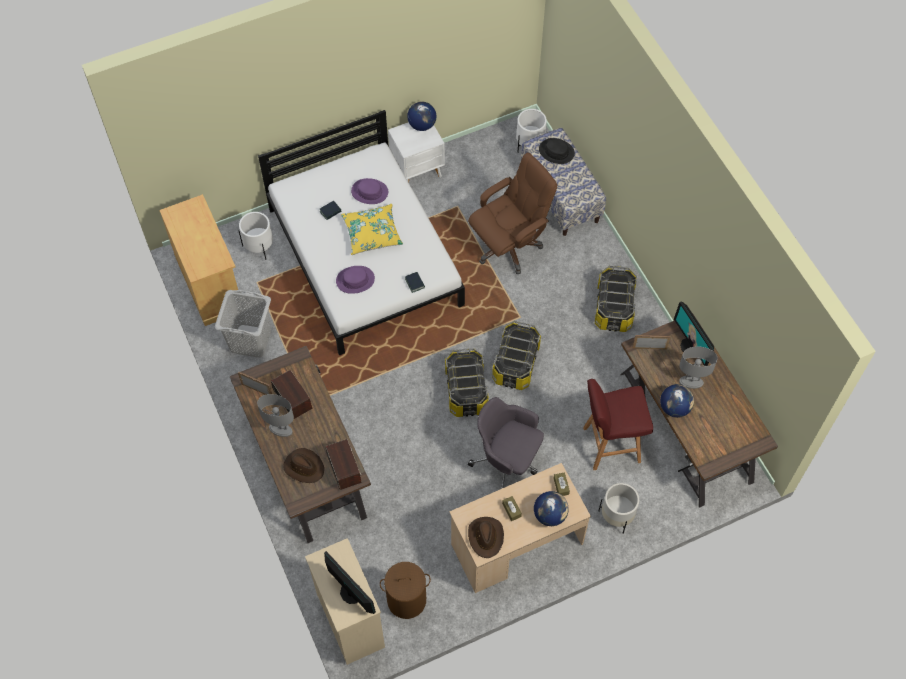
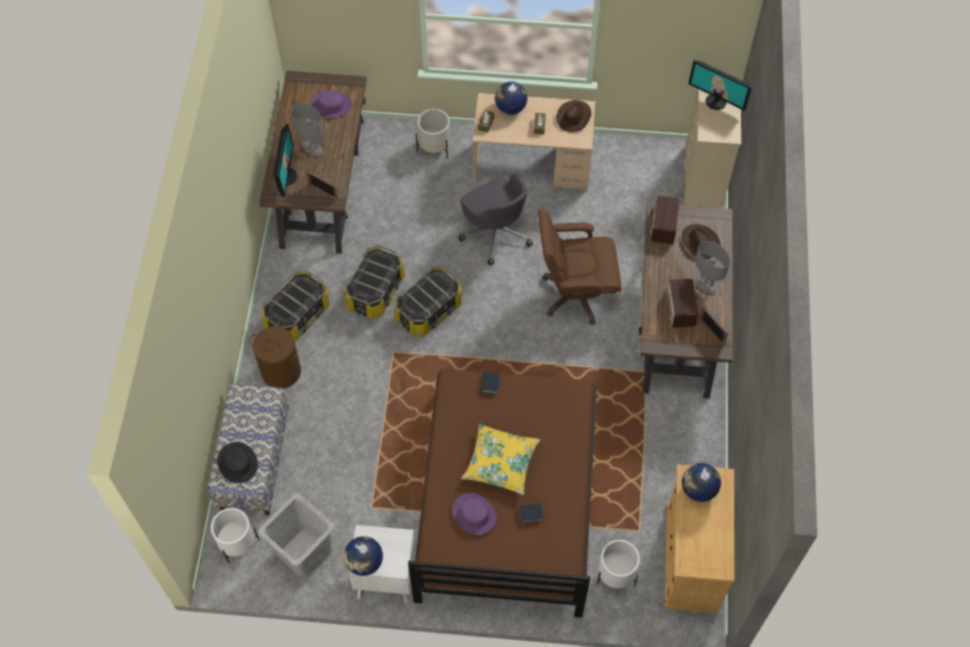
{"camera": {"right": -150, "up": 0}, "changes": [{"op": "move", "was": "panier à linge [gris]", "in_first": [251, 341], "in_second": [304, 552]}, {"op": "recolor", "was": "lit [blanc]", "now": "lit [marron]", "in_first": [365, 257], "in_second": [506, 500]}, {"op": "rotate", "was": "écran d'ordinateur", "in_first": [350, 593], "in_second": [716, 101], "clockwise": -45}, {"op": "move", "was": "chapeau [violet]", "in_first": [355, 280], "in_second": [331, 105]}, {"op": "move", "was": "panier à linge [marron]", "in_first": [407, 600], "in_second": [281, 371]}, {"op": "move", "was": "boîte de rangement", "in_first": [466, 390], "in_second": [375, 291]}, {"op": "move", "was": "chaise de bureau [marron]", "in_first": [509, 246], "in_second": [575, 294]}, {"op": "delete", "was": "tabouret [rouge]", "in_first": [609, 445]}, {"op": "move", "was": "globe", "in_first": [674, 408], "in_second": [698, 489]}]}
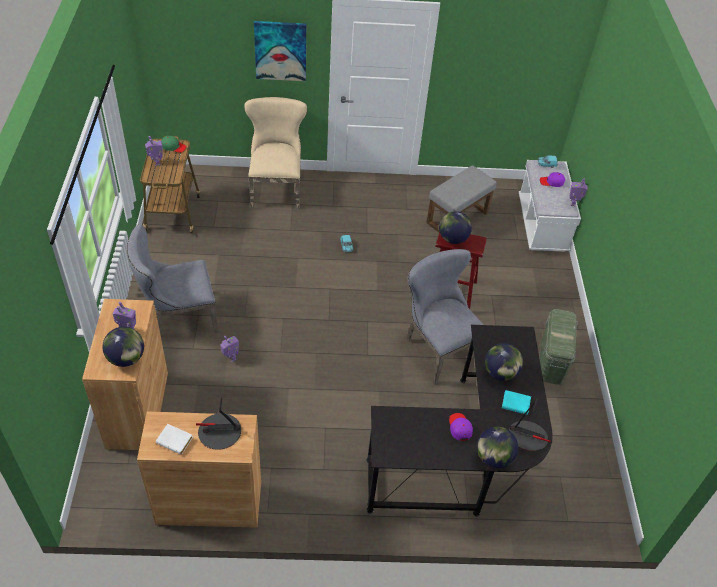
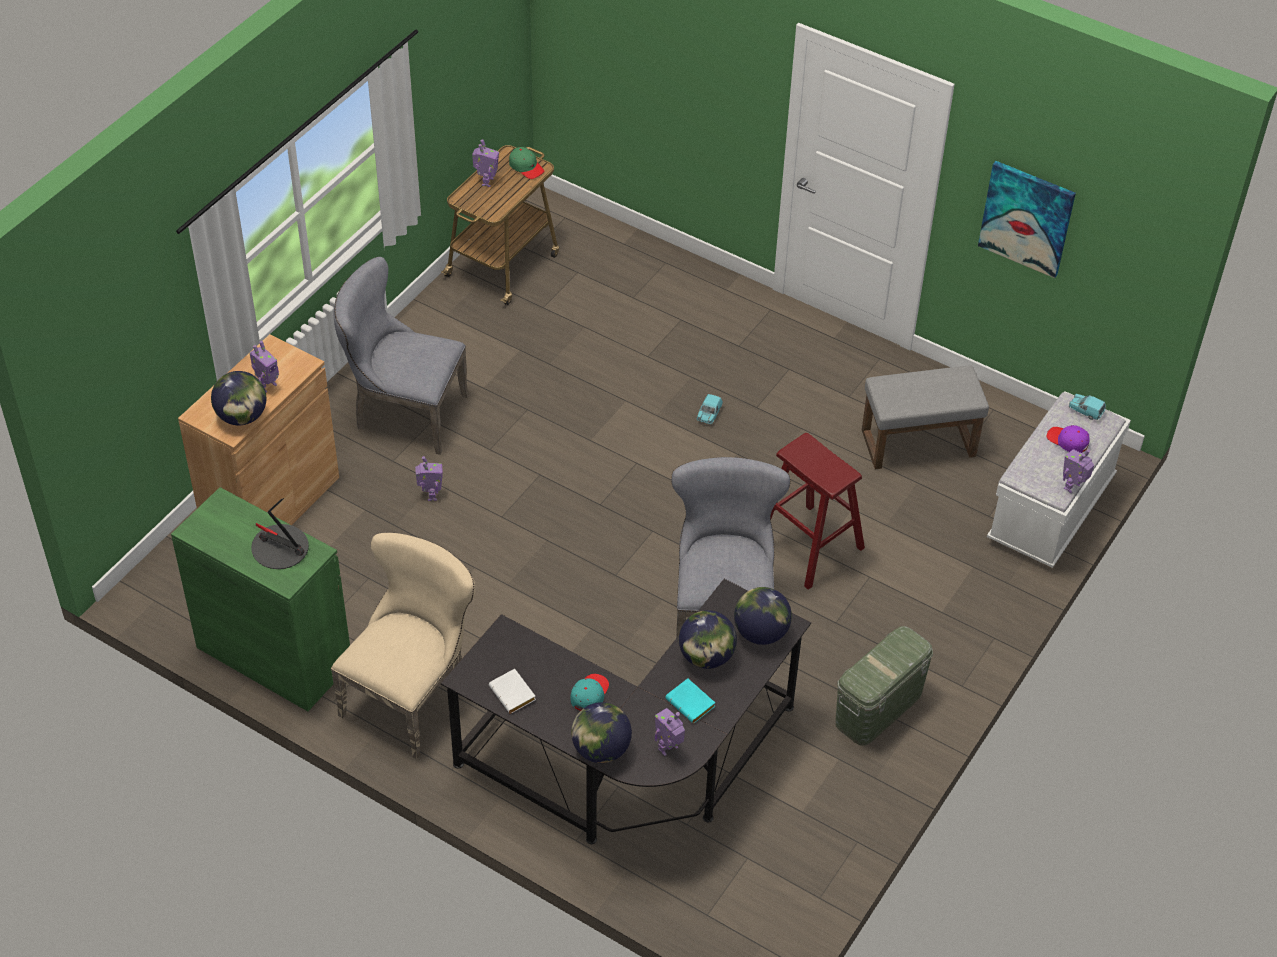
{"camera": {"right": 35, "up": 0}, "changes": [{"op": "recolor", "was": "meuble de rangement [marron]", "now": "meuble de rangement [vert]", "in_first": [209, 503], "in_second": [274, 655]}, {"op": "move", "was": "livre [blanc]", "in_first": [176, 440], "in_second": [514, 694]}, {"op": "move", "was": "chaise [beige]", "in_first": [276, 188], "in_second": [412, 695]}, {"op": "move", "was": "tableau", "in_first": [280, 50], "in_second": [1026, 218]}, {"op": "move", "was": "globe", "in_first": [452, 239], "in_second": [761, 632]}, {"op": "recolor", "was": "casquette [violet]", "now": "casquette [turquoise]", "in_first": [459, 428], "in_second": [589, 694]}, {"op": "replace", "was": "lampe de table", "now": "robot jouet", "in_first": [527, 437], "in_second": [669, 749]}]}
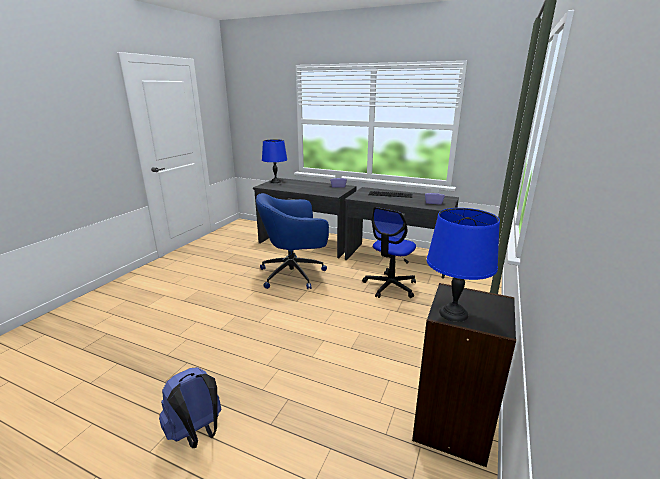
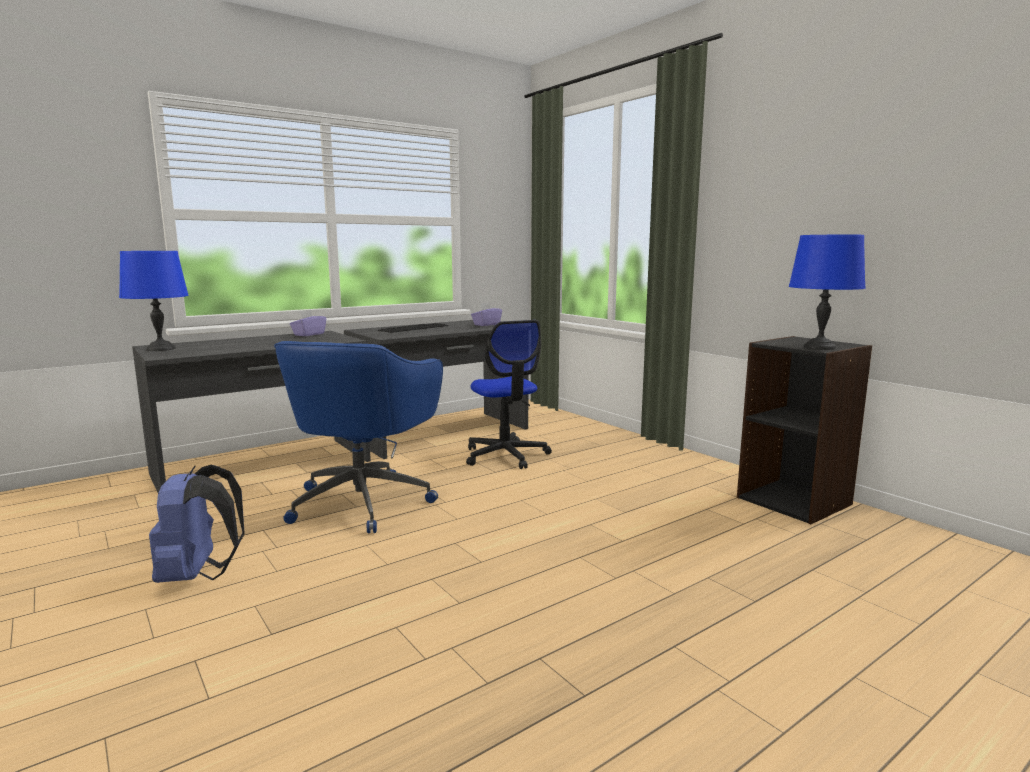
{"camera": {"right": -60, "up": -10}, "changes": [{"op": "move", "was": "sac à dos [bleu]", "in_first": [197, 433], "in_second": [199, 575]}]}
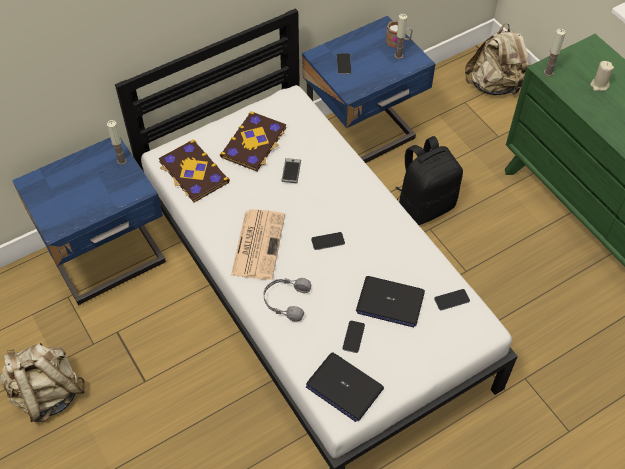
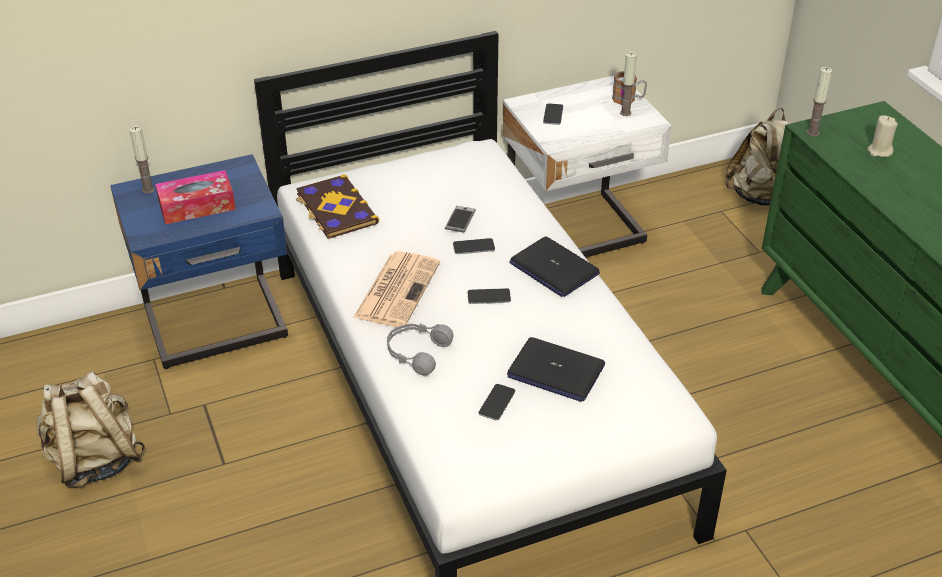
{"camera": {"right": 10, "up": -15}, "changes": [{"op": "move", "was": "bougie", "in_first": [121, 161], "in_second": [148, 189]}, {"op": "delete", "was": "livre", "in_first": [254, 143]}, {"op": "recolor", "was": "table de chevet [bleu]", "now": "table de chevet [blanc]", "in_first": [363, 137], "in_second": [578, 233]}, {"op": "move", "was": "ordinateur portable", "in_first": [344, 387], "in_second": [553, 268]}, {"op": "delete", "was": "sac à dos [noir]", "in_first": [425, 205]}, {"op": "move", "was": "téléphone", "in_first": [451, 300], "in_second": [473, 247]}, {"op": "insert", "now": "boîte à mouchoirs", "in_second": [197, 206]}]}
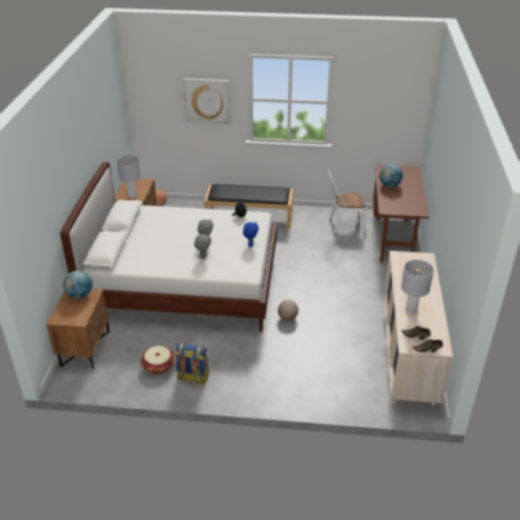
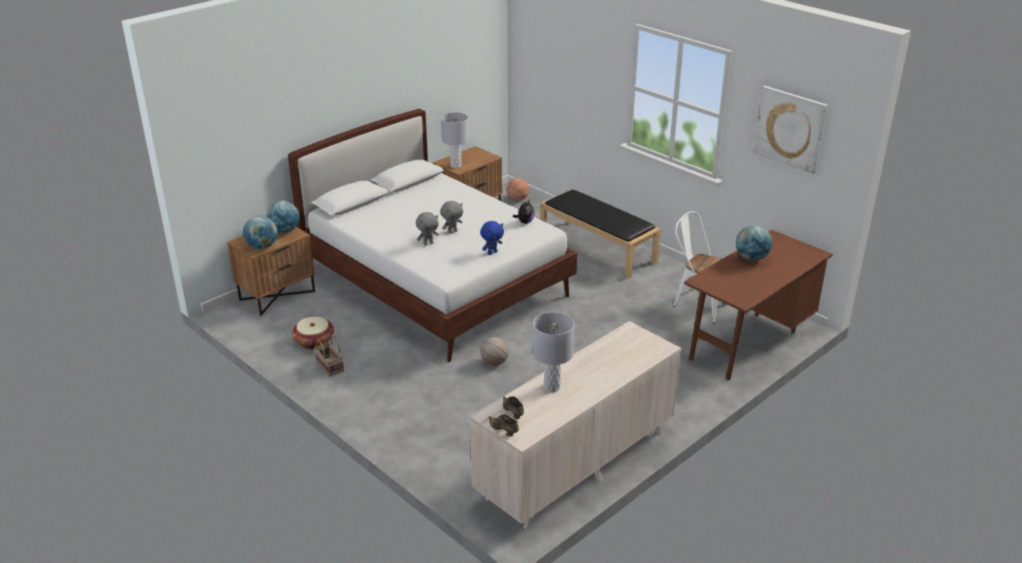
{"camera": {"right": 40, "up": -5}, "changes": [{"op": "replace", "was": "sac à dos", "now": "panier", "in_first": [192, 377], "in_second": [329, 366]}, {"op": "move", "was": "tableau", "in_first": [207, 101], "in_second": [790, 128]}, {"op": "insert", "now": "globe", "in_second": [262, 247]}]}
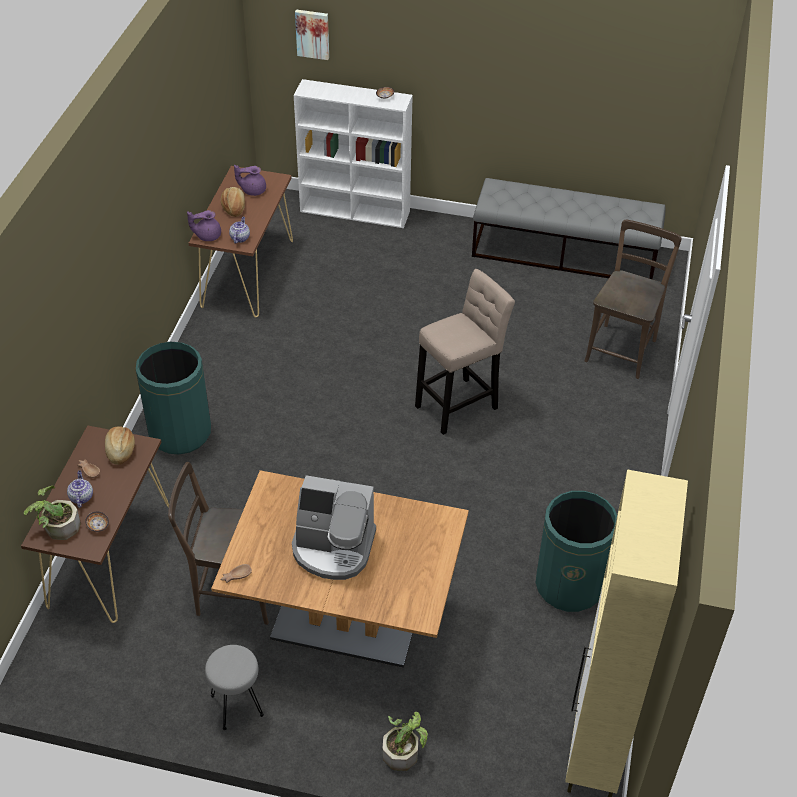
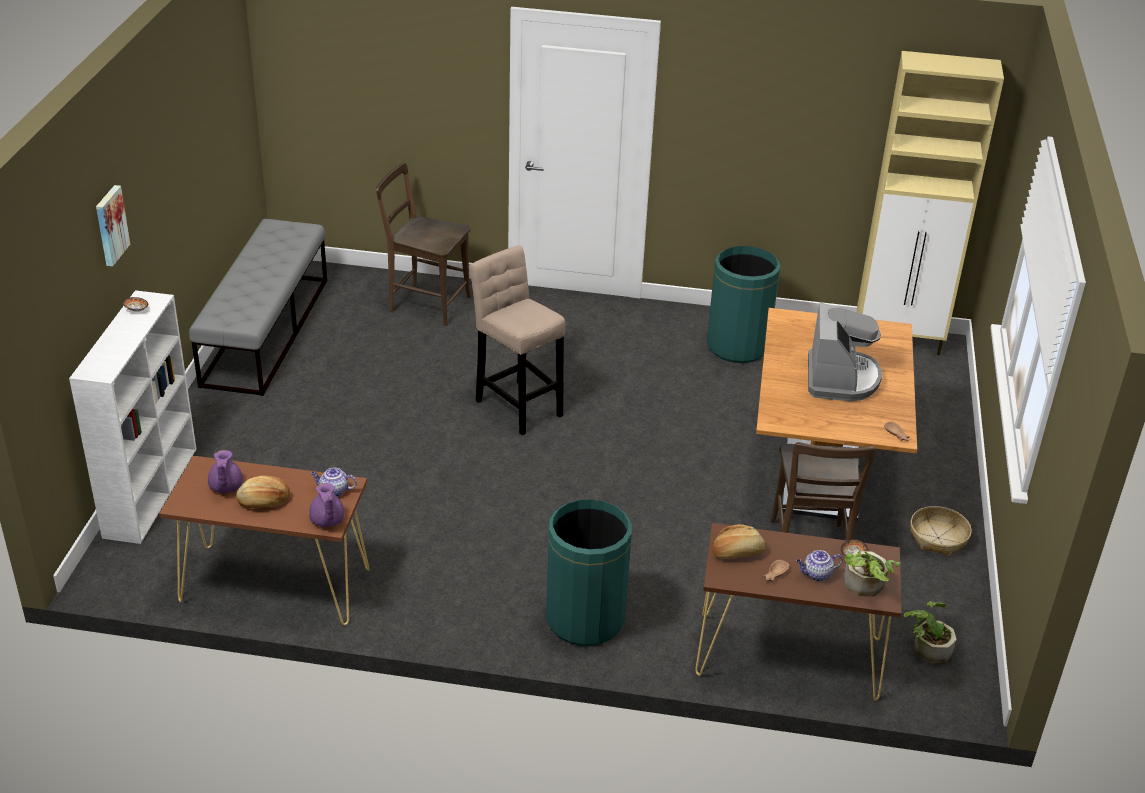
{"camera": {"right": -95, "up": -10}, "changes": [{"op": "replace", "was": "tabouret [gris]", "now": "panier", "in_first": [237, 704], "in_second": [938, 538]}, {"op": "move", "was": "tableau", "in_first": [313, 33], "in_second": [110, 225]}, {"op": "move", "was": "plante en pot", "in_first": [404, 750], "in_second": [927, 647]}]}
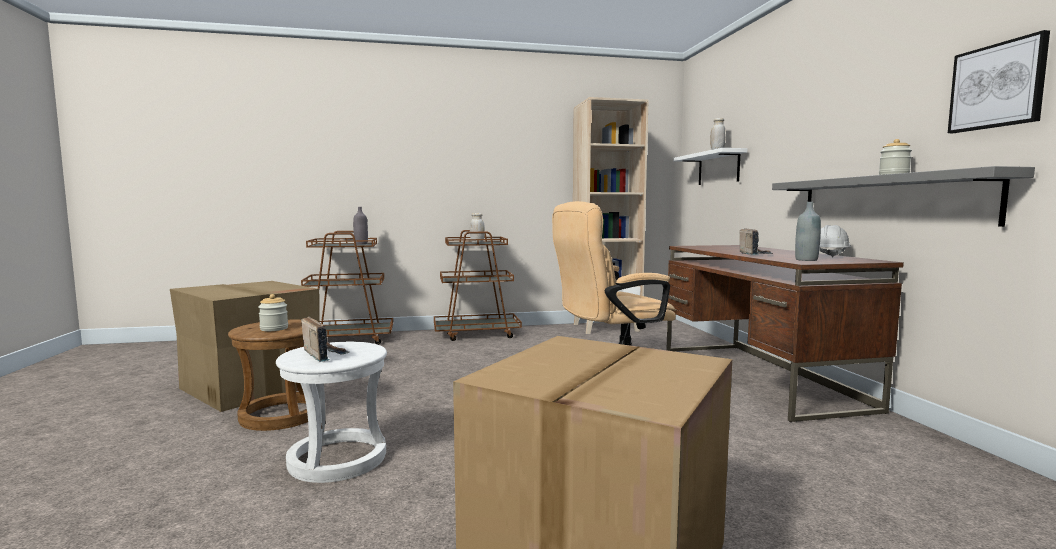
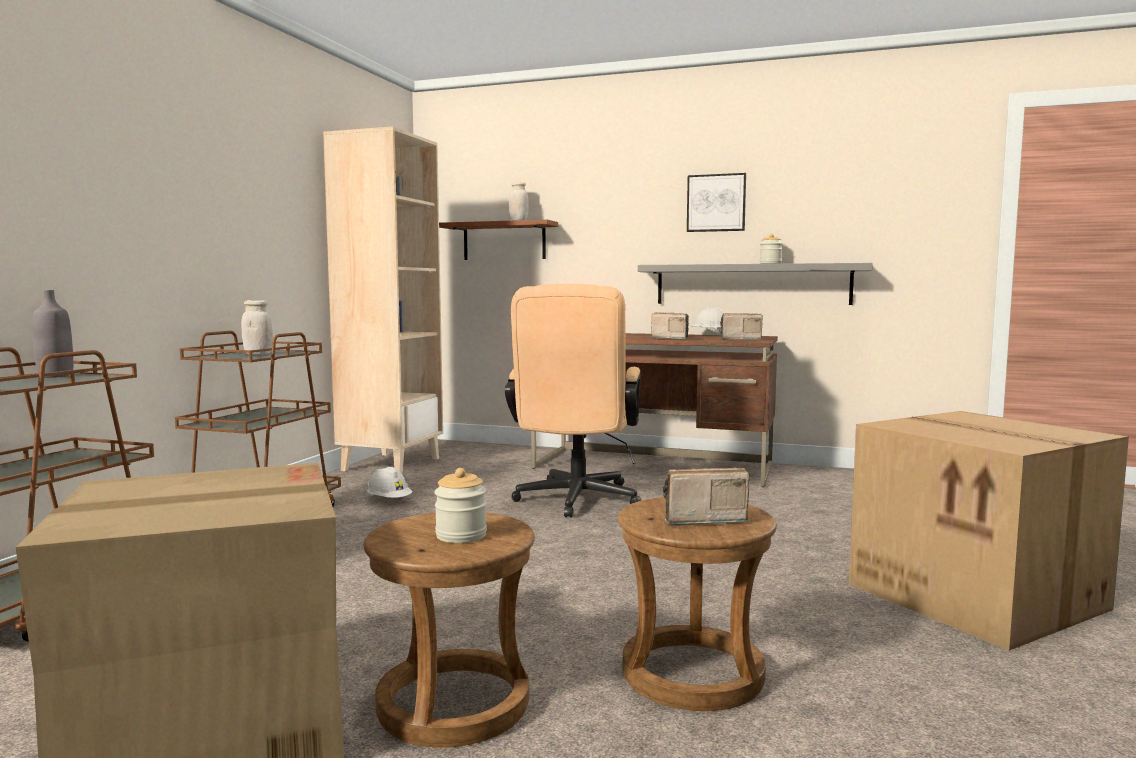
{"camera": {"right": -60, "up": 0}, "changes": [{"op": "recolor", "was": "tabouret [blanc]", "now": "tabouret [marron]", "in_first": [338, 459], "in_second": [692, 673]}, {"op": "recolor", "was": "étagère [blanc]", "now": "étagère [marron]", "in_first": [718, 168], "in_second": [504, 241]}, {"op": "replace", "was": "bouteille [gris]", "now": "radio", "in_first": [806, 260], "in_second": [739, 339]}, {"op": "move", "was": "tableau", "in_first": [997, 86], "in_second": [716, 203]}, {"op": "insert", "now": "casque de chantier [blanc]", "in_second": [389, 501]}]}
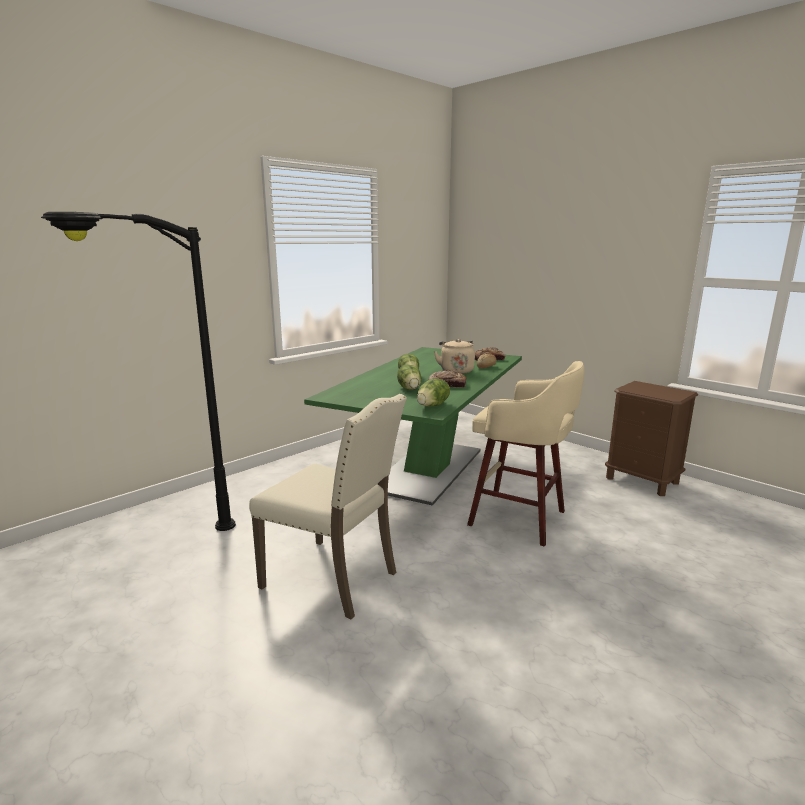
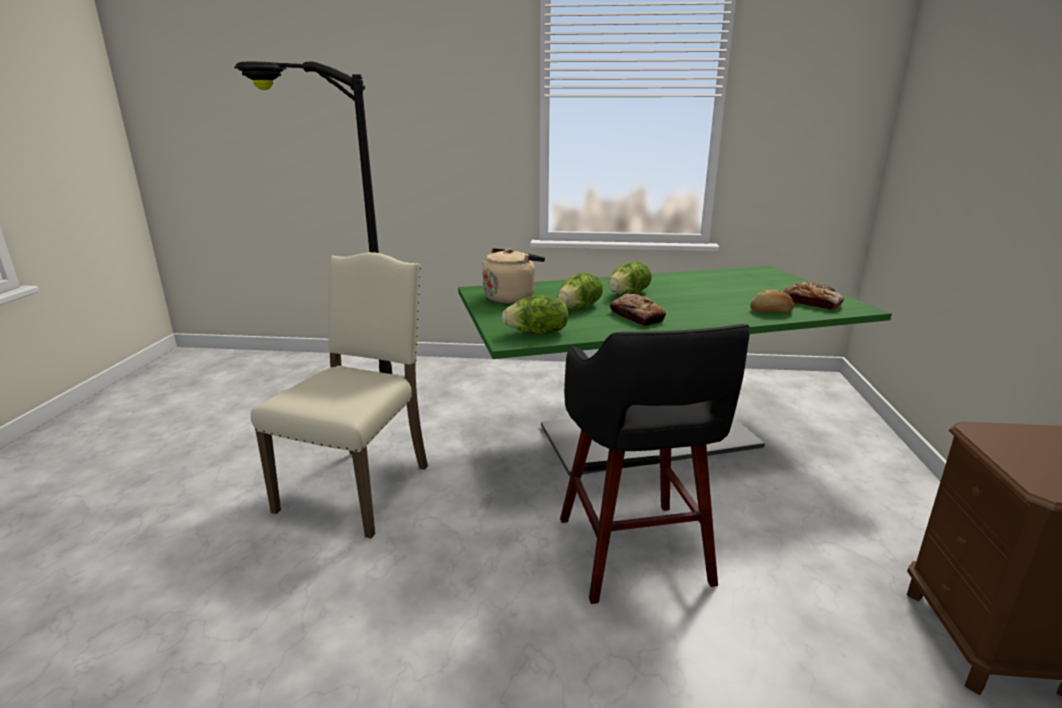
{"camera": {"right": 50, "up": 5}, "changes": [{"op": "rotate", "was": "chaise [beige]", "in_first": [333, 579], "in_second": [360, 487], "clockwise": -150}, {"op": "move", "was": "bouilloire [beige]", "in_first": [456, 370], "in_second": [511, 297]}, {"op": "recolor", "was": "tabouret [beige]", "now": "tabouret [noir]", "in_first": [520, 519], "in_second": [634, 554]}]}
